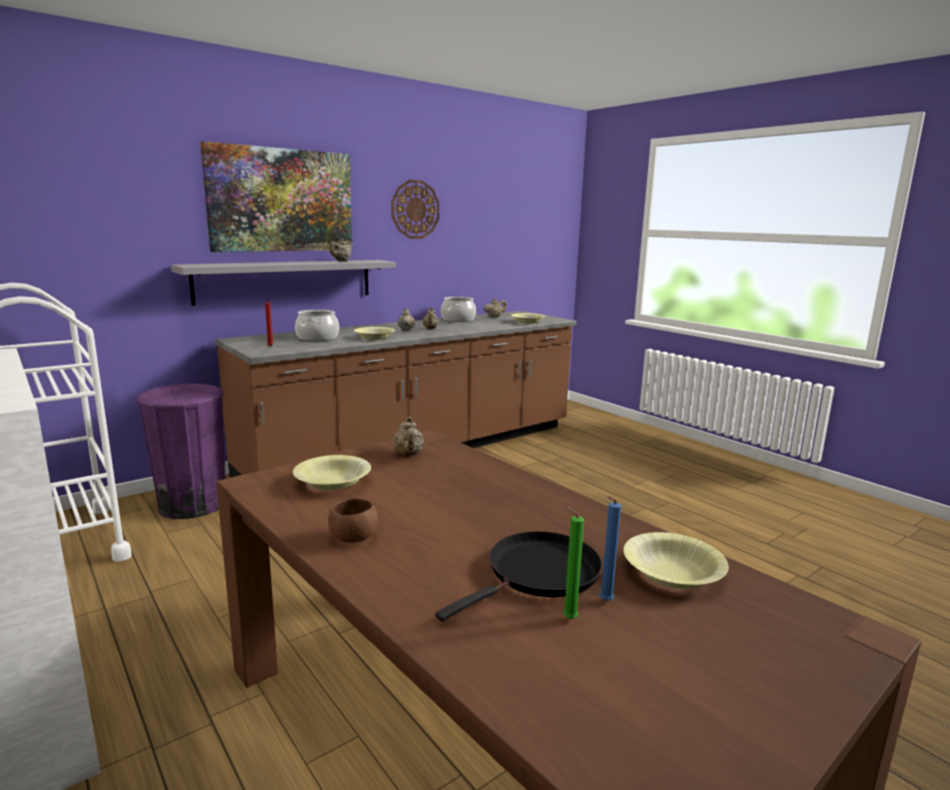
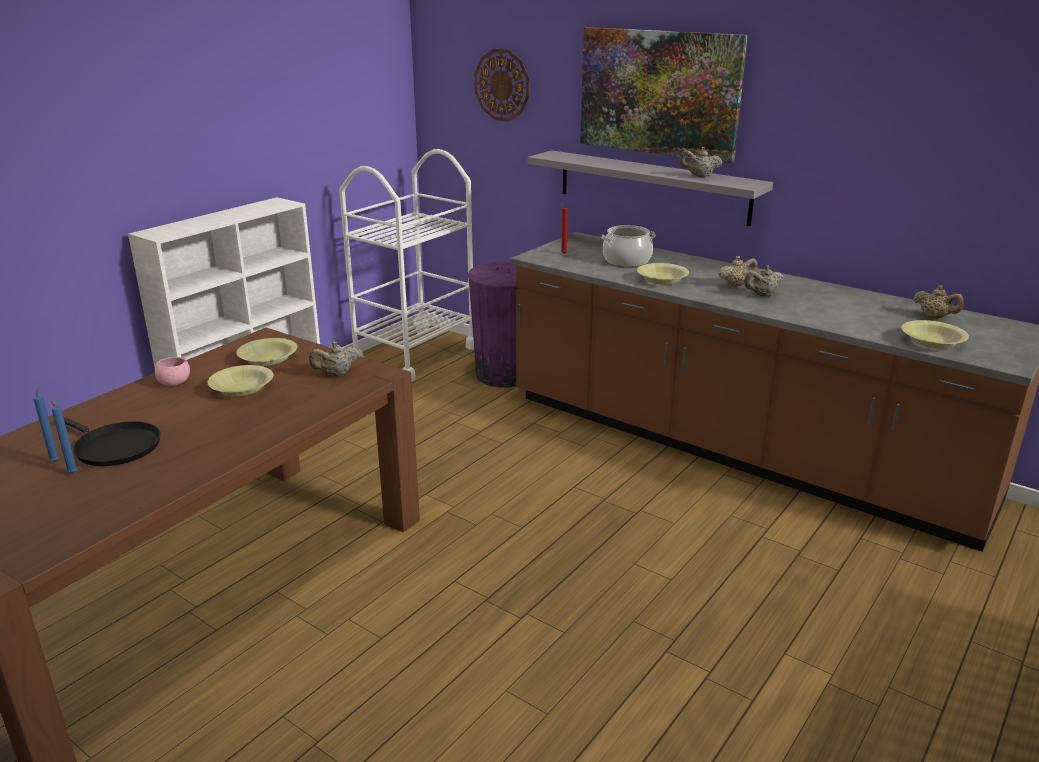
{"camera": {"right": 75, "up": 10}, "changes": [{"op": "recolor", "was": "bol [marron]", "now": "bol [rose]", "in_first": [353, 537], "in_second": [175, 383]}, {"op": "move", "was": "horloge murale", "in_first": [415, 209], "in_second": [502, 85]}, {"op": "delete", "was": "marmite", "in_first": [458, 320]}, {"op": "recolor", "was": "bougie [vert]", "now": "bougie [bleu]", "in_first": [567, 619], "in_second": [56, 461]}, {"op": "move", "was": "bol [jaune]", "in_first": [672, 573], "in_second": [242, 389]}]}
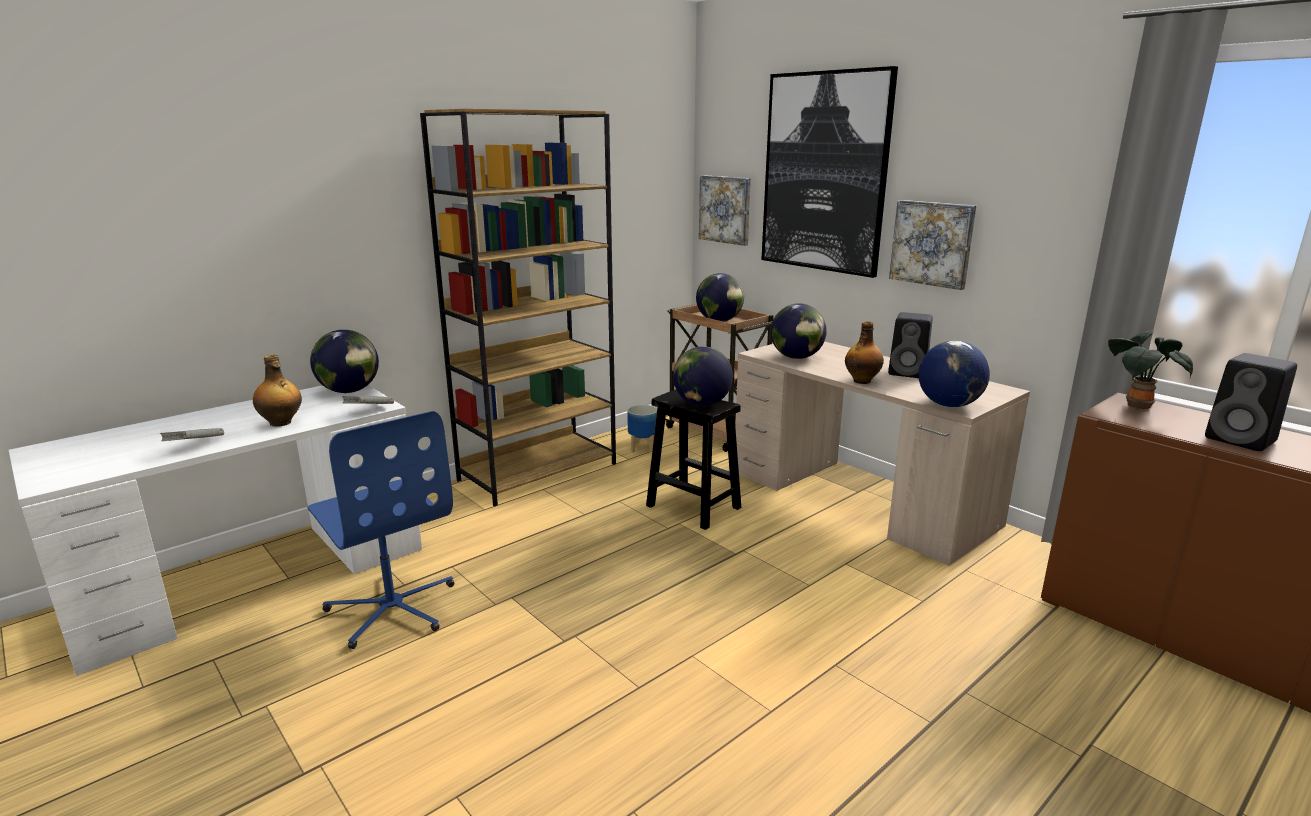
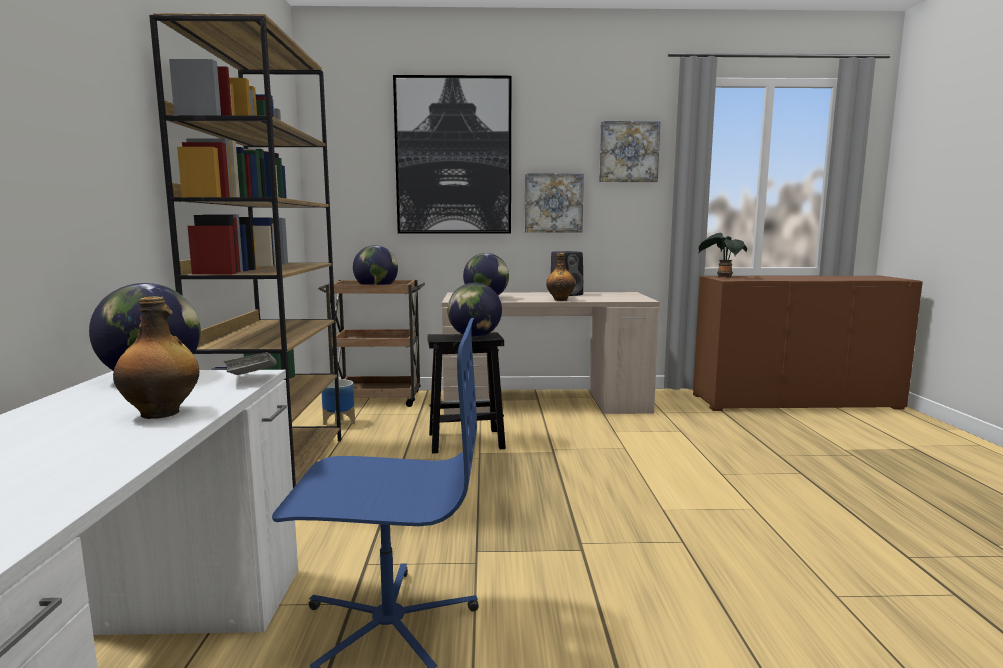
{"camera": {"right": -50, "up": -10}, "changes": [{"op": "delete", "was": "livre [gris]", "in_first": [195, 446]}, {"op": "move", "was": "tableau", "in_first": [725, 209], "in_second": [628, 152]}, {"op": "delete", "was": "globe", "in_first": [949, 405]}, {"op": "delete", "was": "enceinte [noir]", "in_first": [1242, 440]}]}
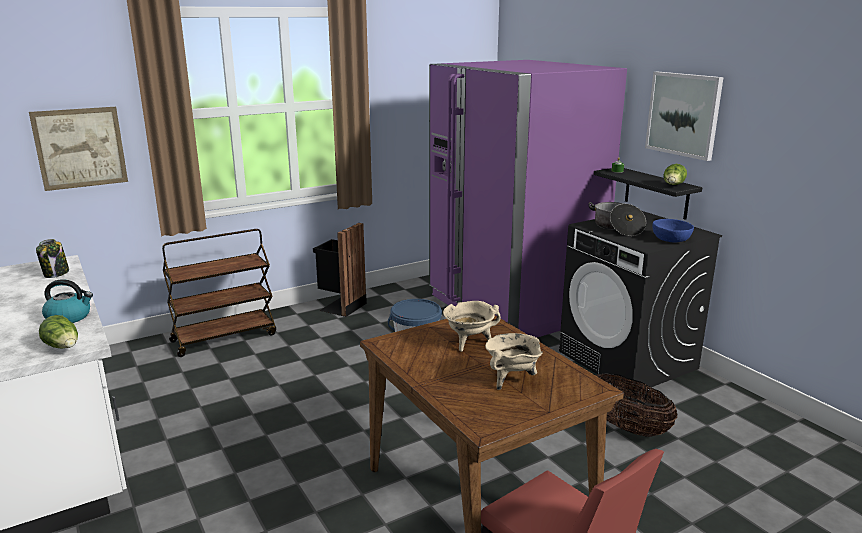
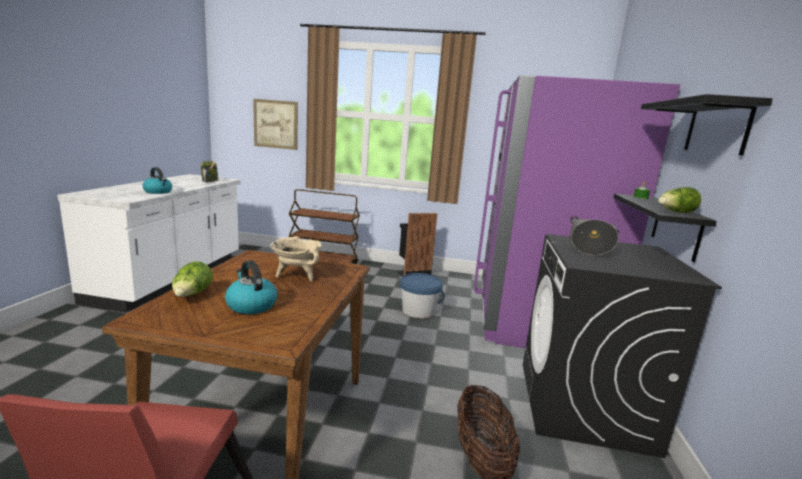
{"camera": {"right": 40, "up": -5}, "changes": [{"op": "move", "was": "laitue", "in_first": [63, 347], "in_second": [192, 295]}, {"op": "replace", "was": "marmite [beige]", "now": "bouilloire", "in_first": [512, 380], "in_second": [251, 305]}, {"op": "replace", "was": "tableau", "now": "étagère [noir]", "in_first": [683, 114], "in_second": [717, 128]}, {"op": "delete", "was": "bol [bleu]", "in_first": [671, 239]}]}
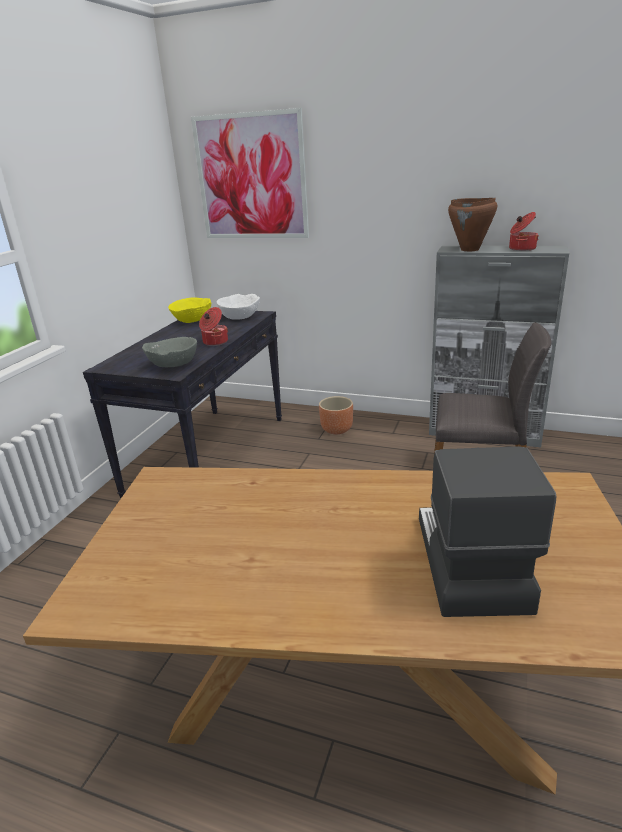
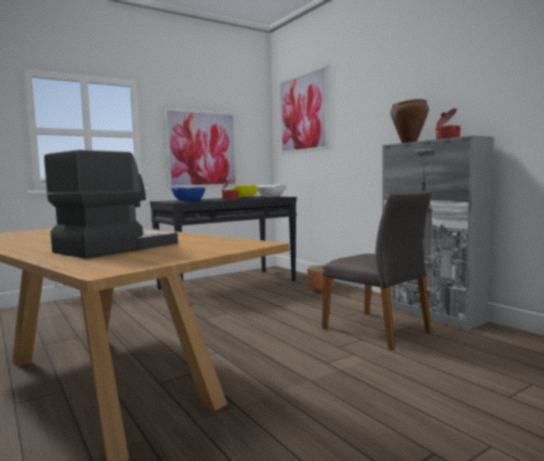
{"camera": {"right": 35, "up": -20}, "changes": [{"op": "recolor", "was": "bol [gris]", "now": "bol [bleu]", "in_first": [173, 364], "in_second": [189, 201]}, {"op": "insert", "now": "tableau", "in_second": [202, 149]}]}
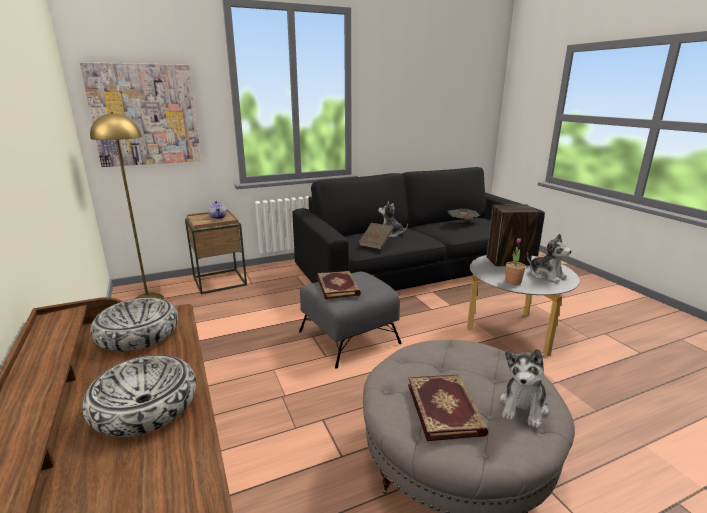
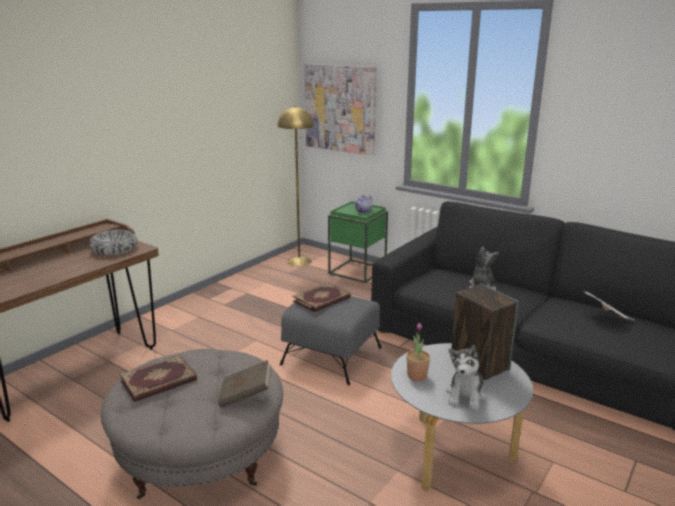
{"camera": {"right": 60, "up": 0}, "changes": [{"op": "delete", "was": "bol", "in_first": [144, 406]}, {"op": "recolor", "was": "table d'appoint [marron]", "now": "table d'appoint [vert]", "in_first": [219, 281], "in_second": [357, 271]}, {"op": "move", "was": "livre [marron]", "in_first": [376, 243], "in_second": [245, 395]}, {"op": "delete", "was": "peluche", "in_first": [523, 407]}]}
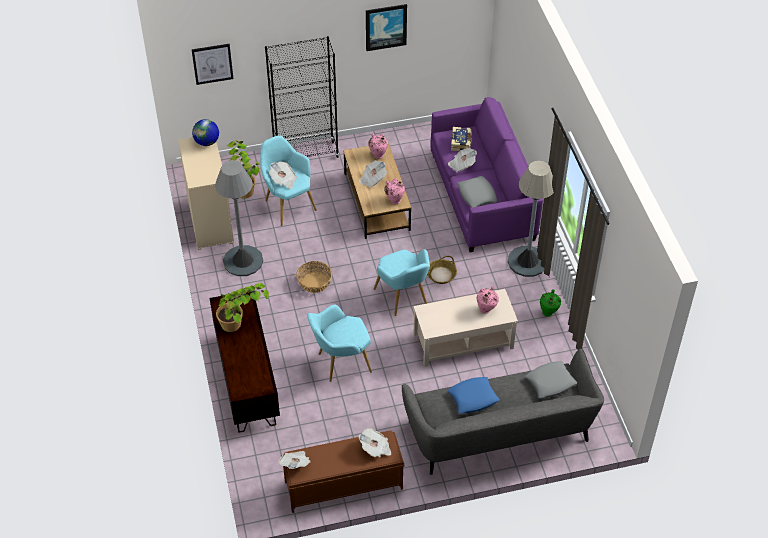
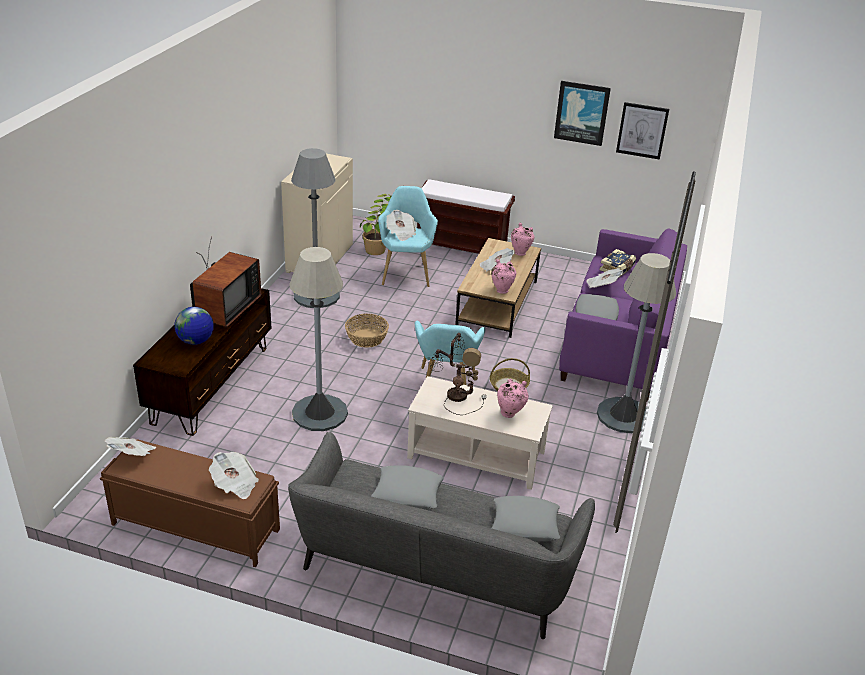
{"camera": {"right": 30, "up": -15}, "changes": [{"op": "move", "was": "tableau", "in_first": [212, 63], "in_second": [642, 130]}, {"op": "move", "was": "globe", "in_first": [207, 142], "in_second": [195, 341]}, {"op": "replace", "was": "plante en pot", "now": "téléviseur", "in_first": [242, 324], "in_second": [225, 310]}, {"op": "replace", "was": "bibliothèque [noir]", "now": "banc [marron]", "in_first": [306, 154], "in_second": [462, 246]}, {"op": "replace", "was": "fauteuil [turquoise]", "now": "lampadaire [gris]", "in_first": [340, 362], "in_second": [319, 413]}, {"op": "recolor", "was": "coussin [bleu]", "now": "coussin [gris]", "in_first": [473, 398], "in_second": [407, 493]}, {"op": "delete", "was": "vase [vert]", "in_first": [548, 312]}, {"op": "insert", "now": "lampe de table", "in_second": [456, 395]}]}
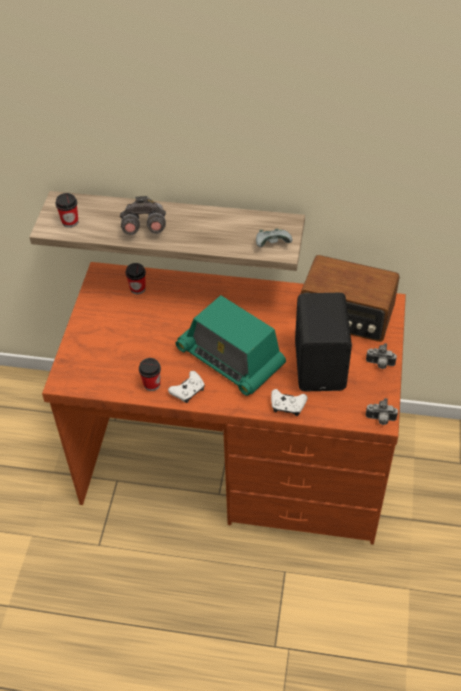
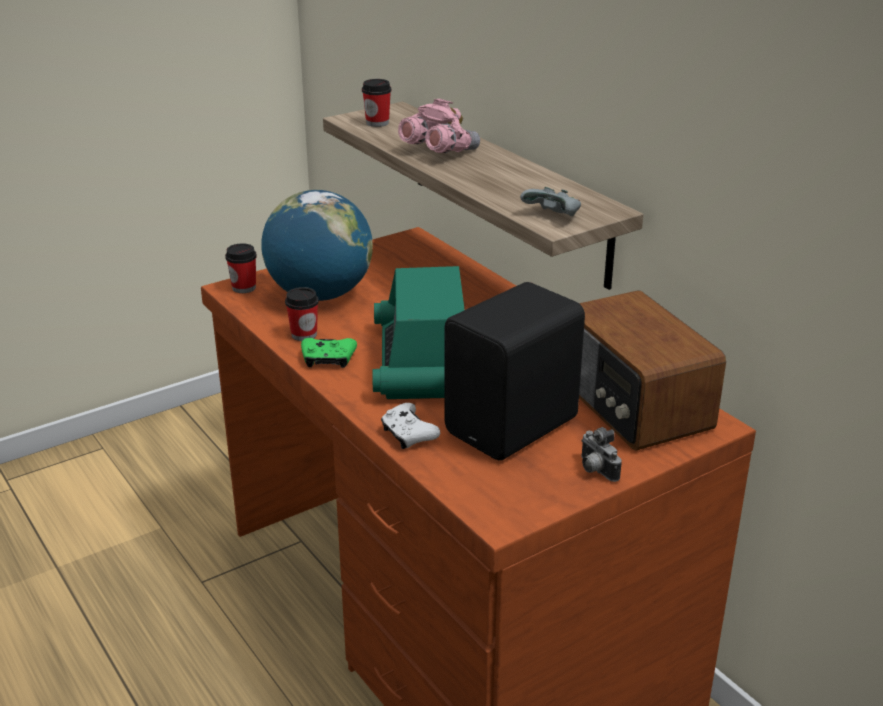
{"camera": {"right": 45, "up": -20}, "changes": [{"op": "recolor", "was": "jumelles [gris]", "now": "jumelles [rose]", "in_first": [144, 227], "in_second": [438, 152]}, {"op": "move", "was": "tasse", "in_first": [137, 288], "in_second": [244, 288]}, {"op": "recolor", "was": "manette [blanc]", "now": "manette [vert]", "in_first": [188, 391], "in_second": [328, 360]}, {"op": "delete", "was": "appareil photo", "in_first": [380, 420]}, {"op": "insert", "now": "globe", "in_second": [320, 295]}]}
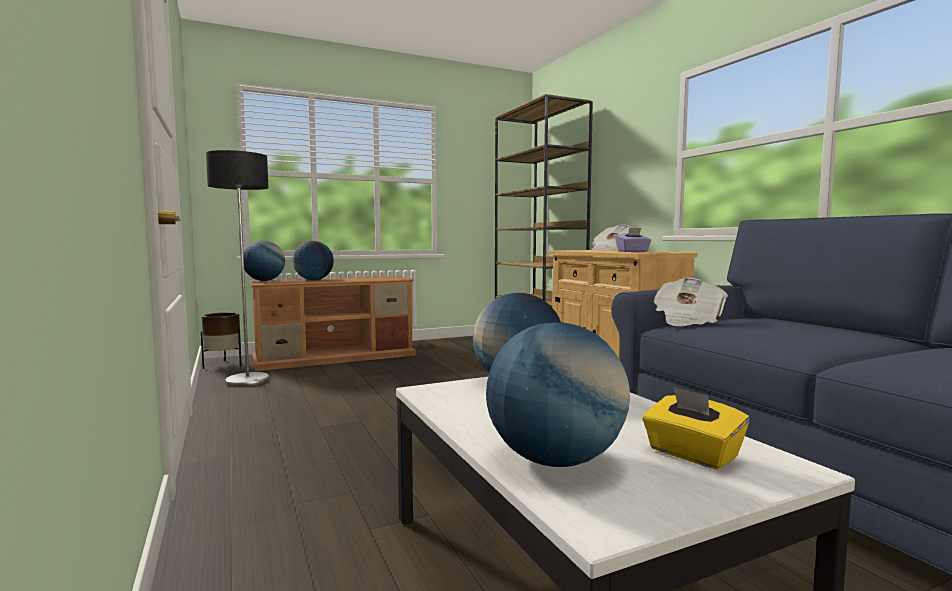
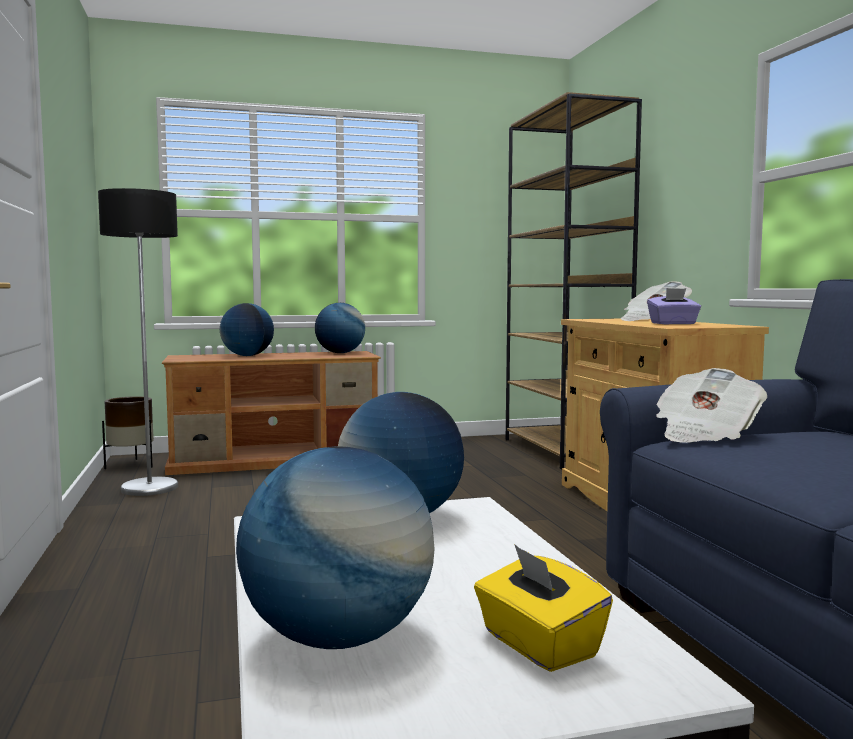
{"camera": {"right": 10, "up": 0}, "changes": [{"op": "move", "was": "globe", "in_first": [264, 280], "in_second": [340, 353]}]}
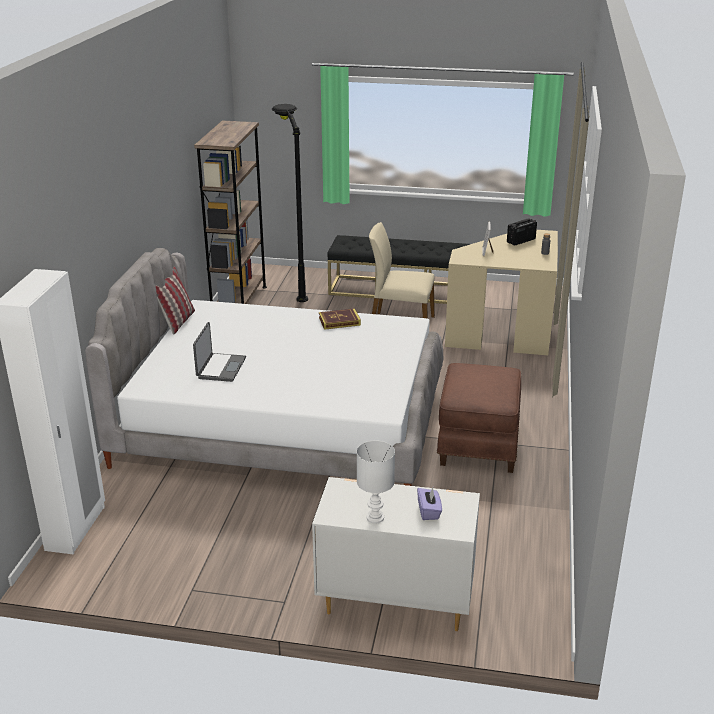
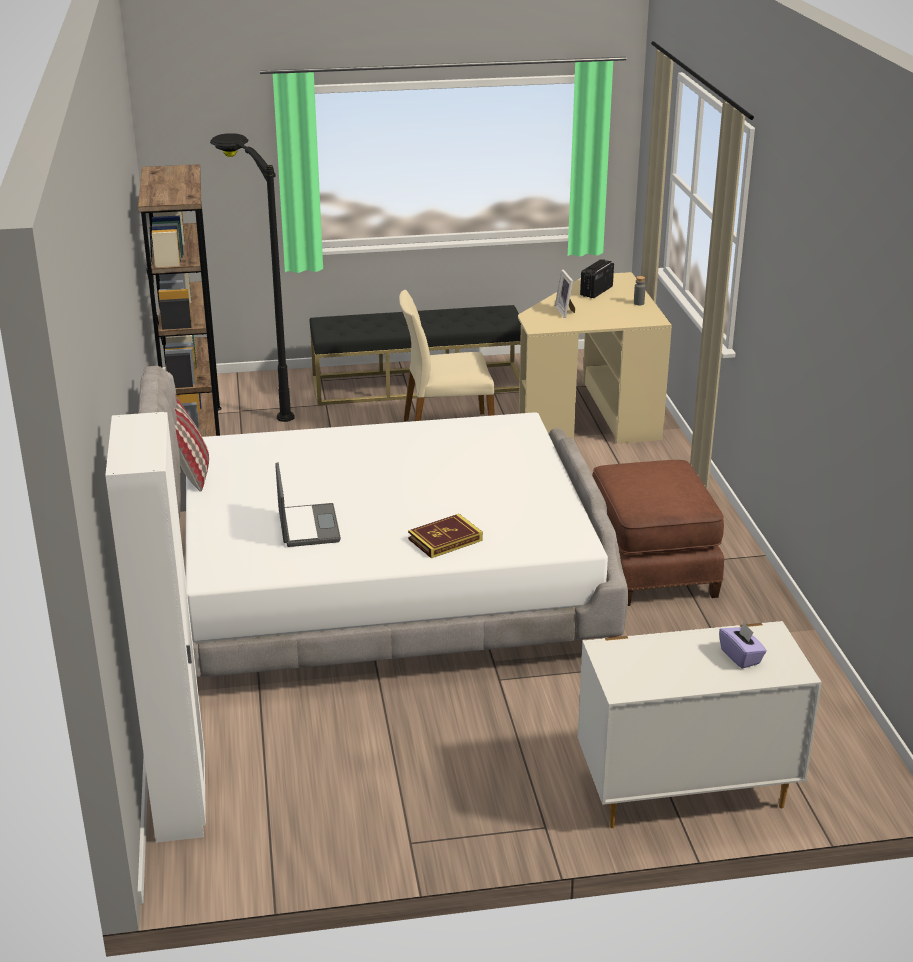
{"camera": {"right": -20, "up": 0}, "changes": [{"op": "move", "was": "livre", "in_first": [339, 321], "in_second": [445, 540]}, {"op": "delete", "was": "lampe de table [blanc]", "in_first": [375, 518]}]}
